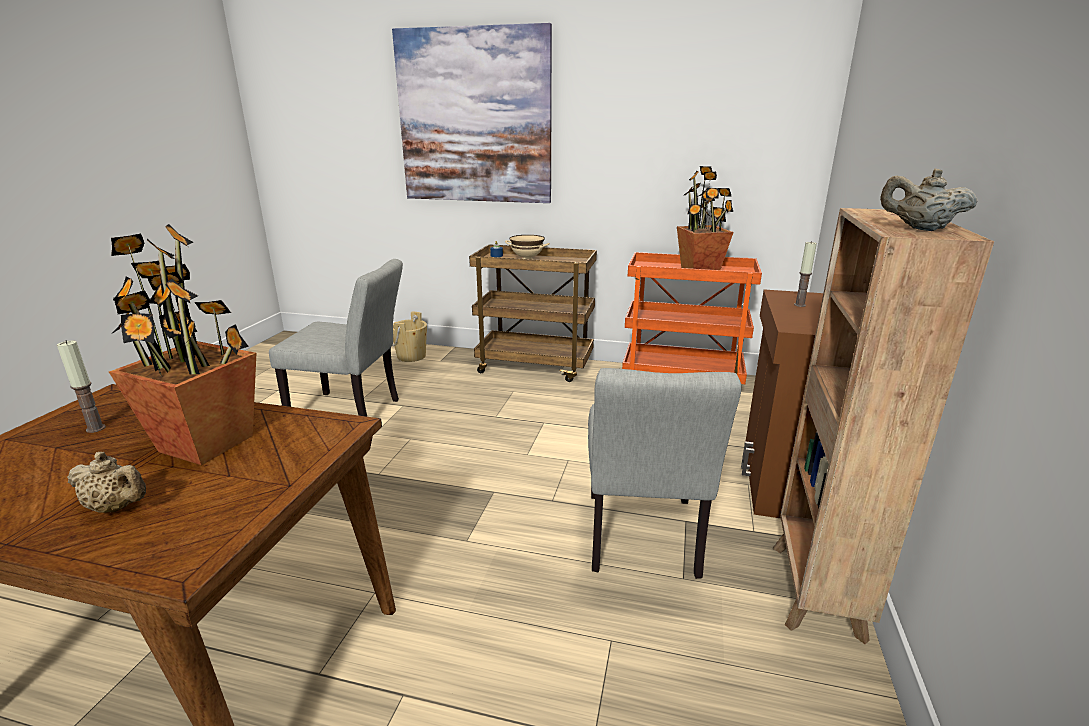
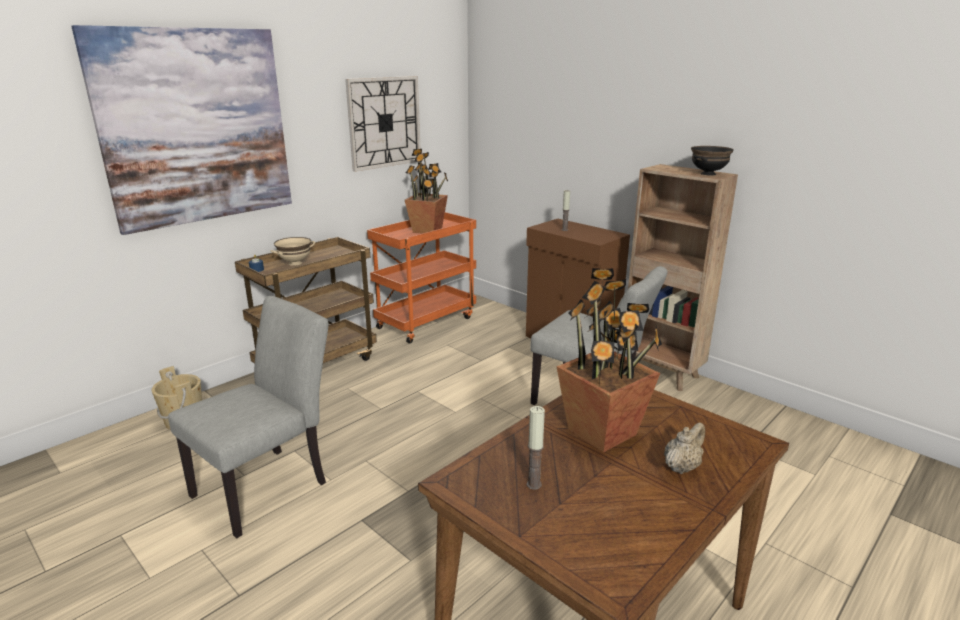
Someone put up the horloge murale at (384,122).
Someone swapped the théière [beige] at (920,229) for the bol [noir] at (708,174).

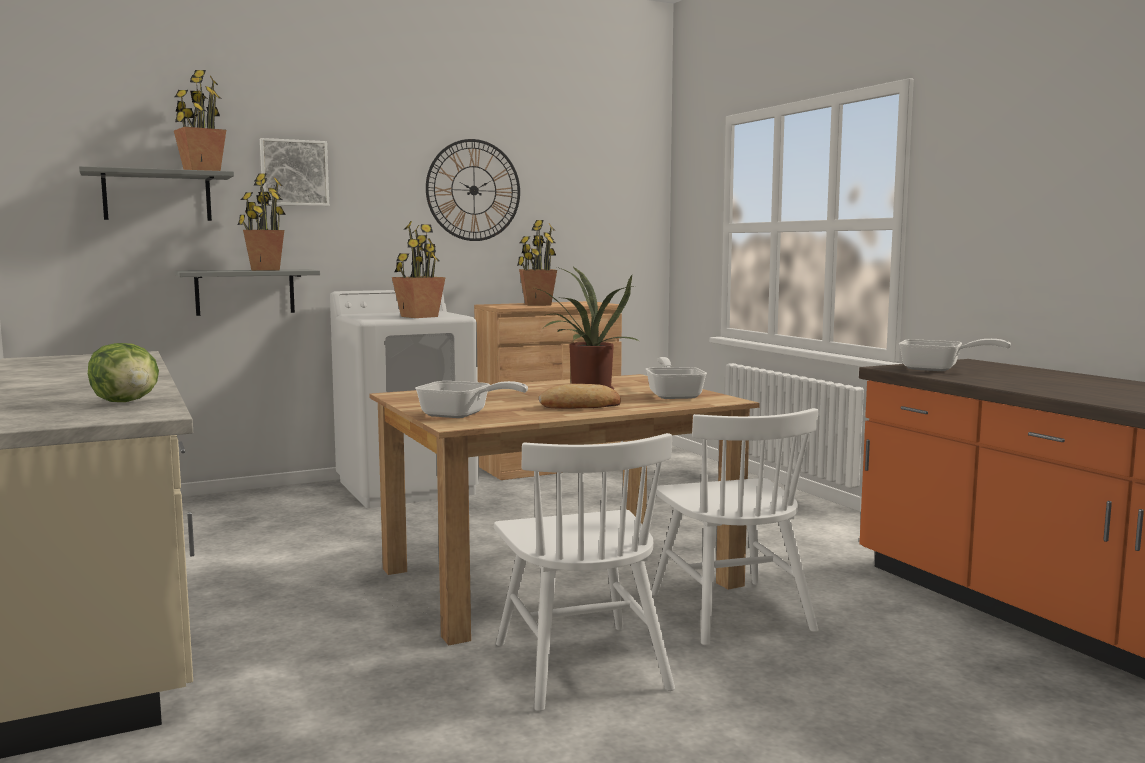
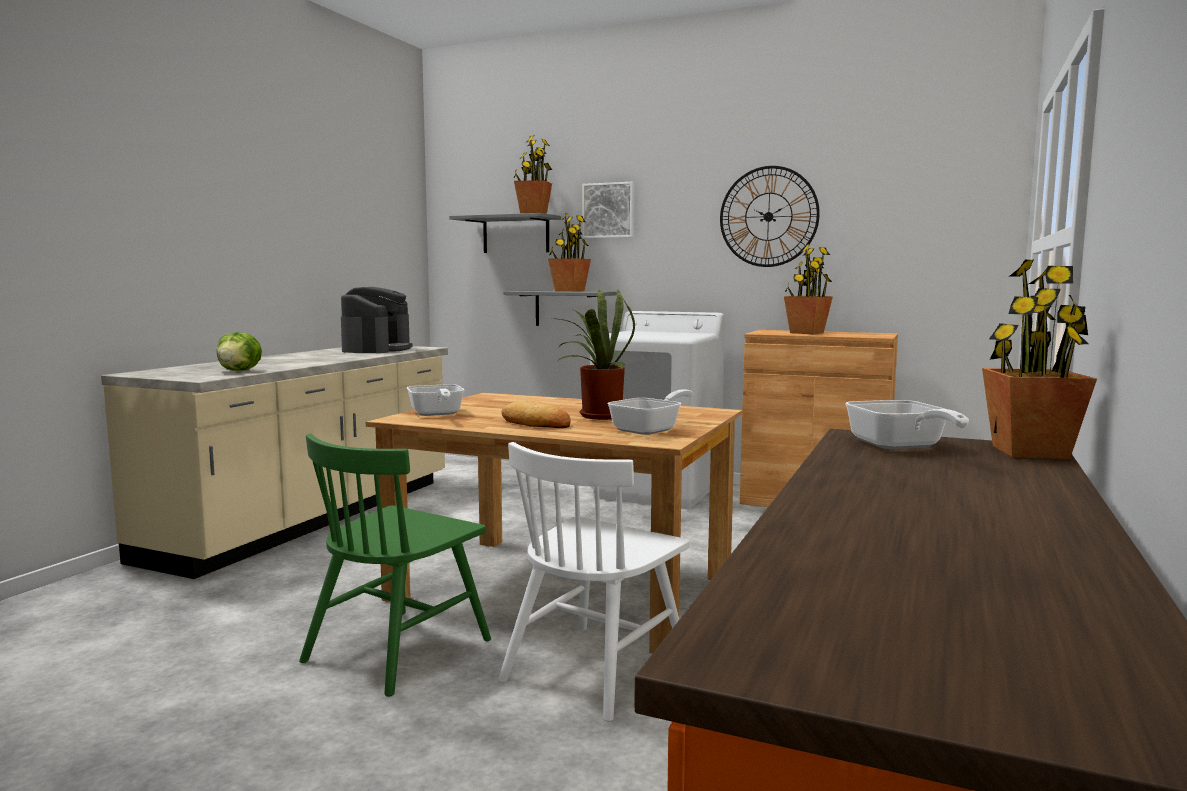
Someone put down the machine à café at (377,349).
Someone carried the plante en pot from (419,316) to (1029,452).
Someone repainted the chaise [blanc] at (581,665), which became the chaise [vert] at (398,650).

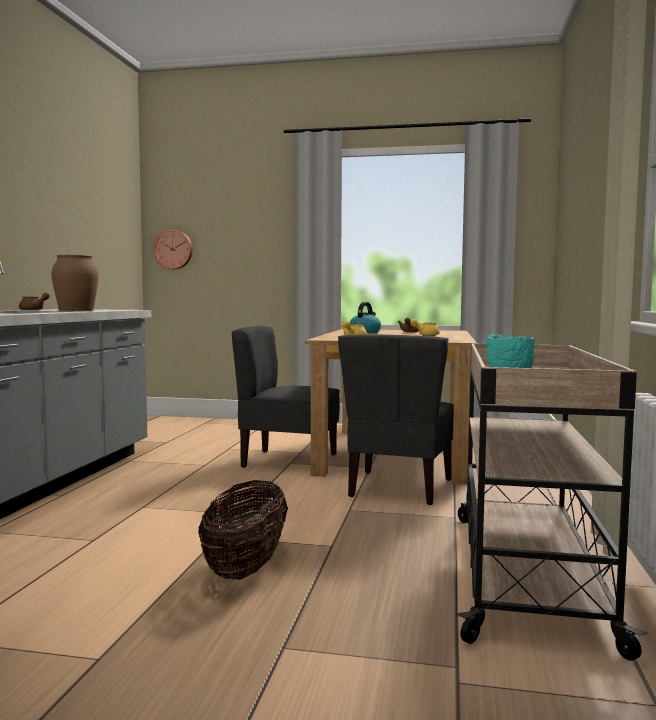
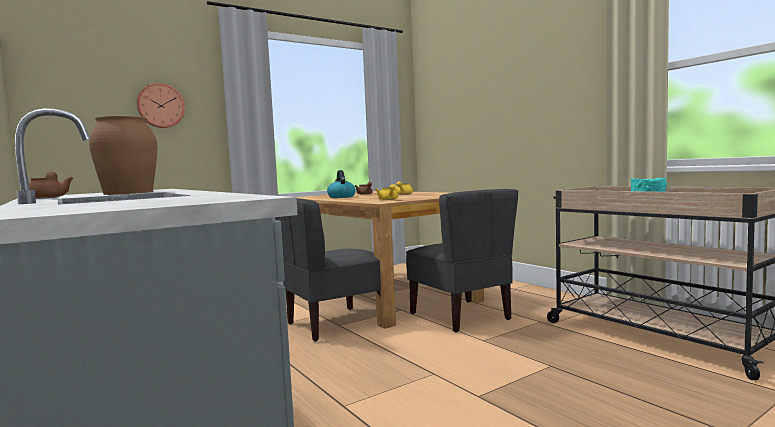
Someone took away the panier at (245,568).
Someone carried the horloge murale from (174,249) to (160,106).

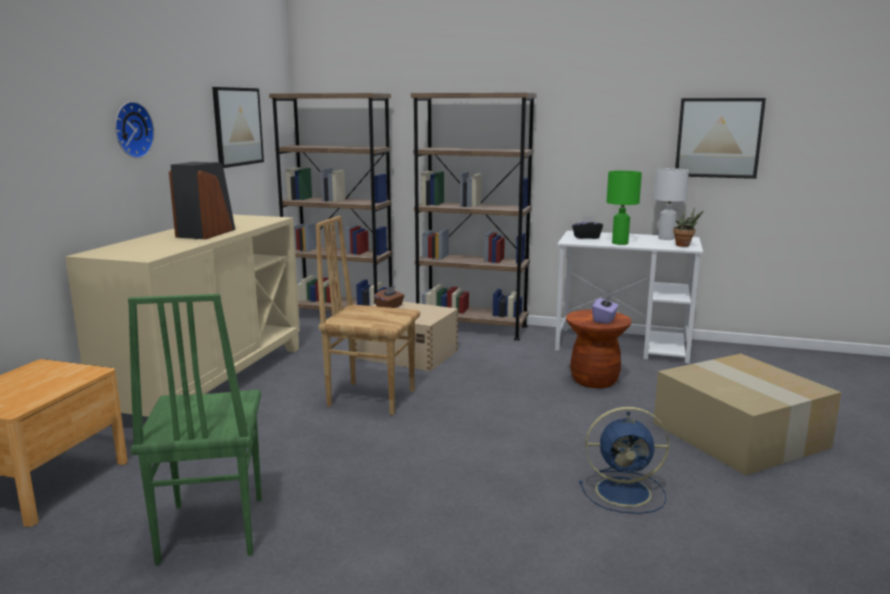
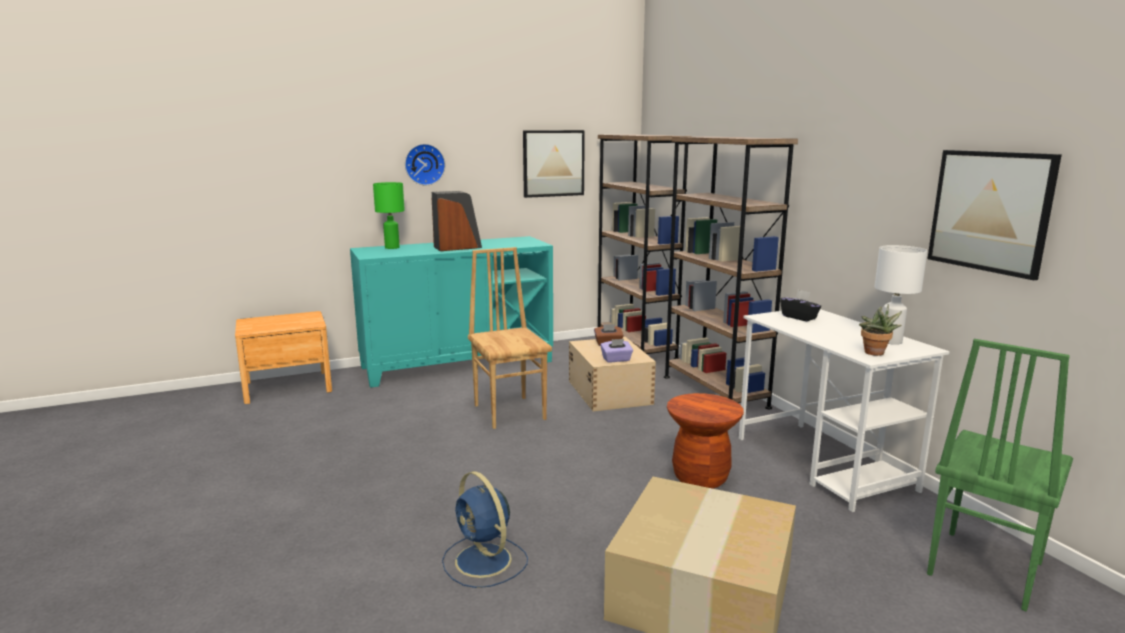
Someone carried the chaise [vert] from (210,530) to (982,568).
Someone carried the boîte à mouchoirs [violet] from (604,319) to (616,360).
Someone carried the lampe de table [vert] from (620,243) to (392,247).
Someone repainted the meuble de rangement [beige] at (209,382), which became the meuble de rangement [turquoise] at (457,364).

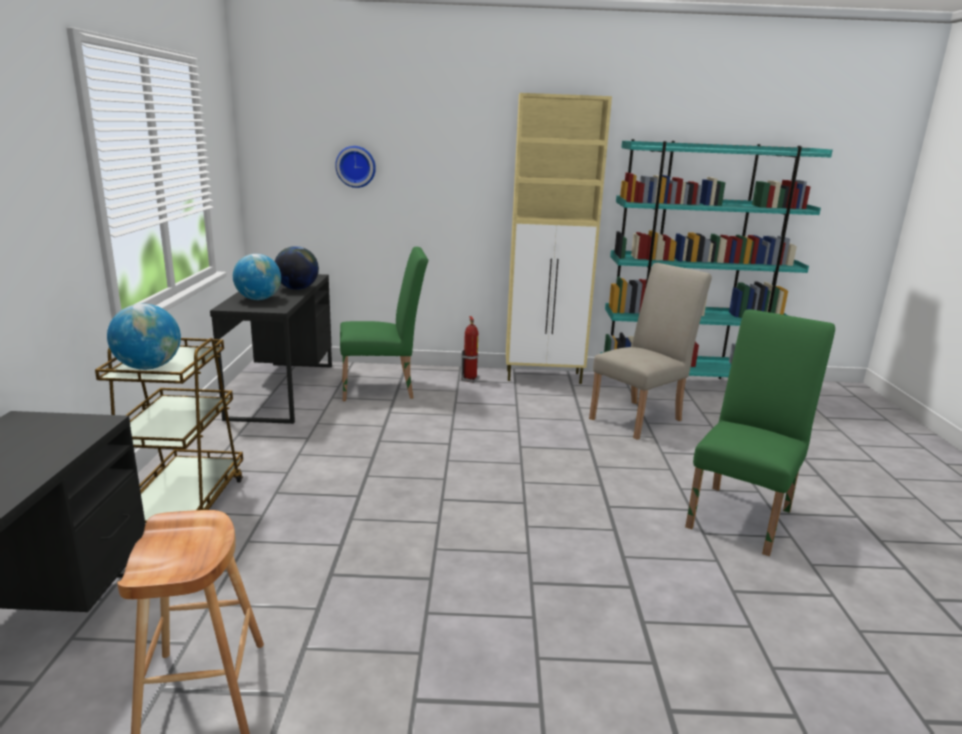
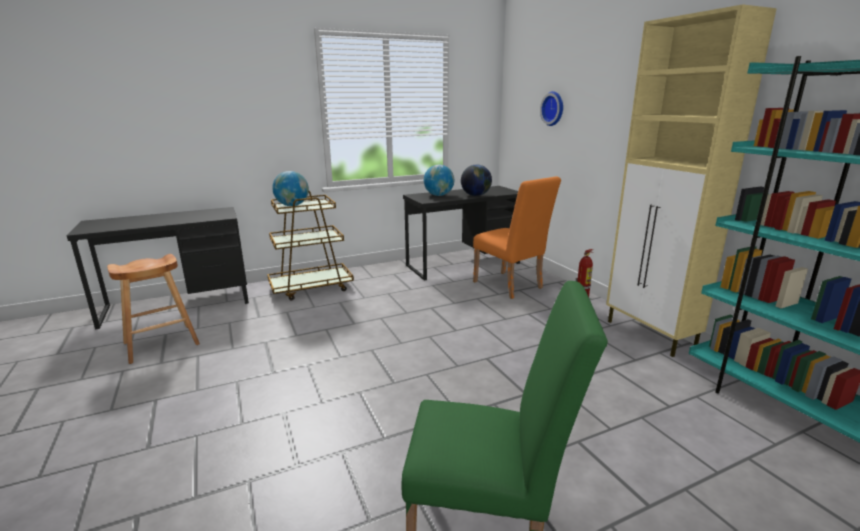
Someone took away the chaise [beige] at (640,418).
Someone repainted the chaise [vert] at (384,389), which became the chaise [orange] at (510,286).

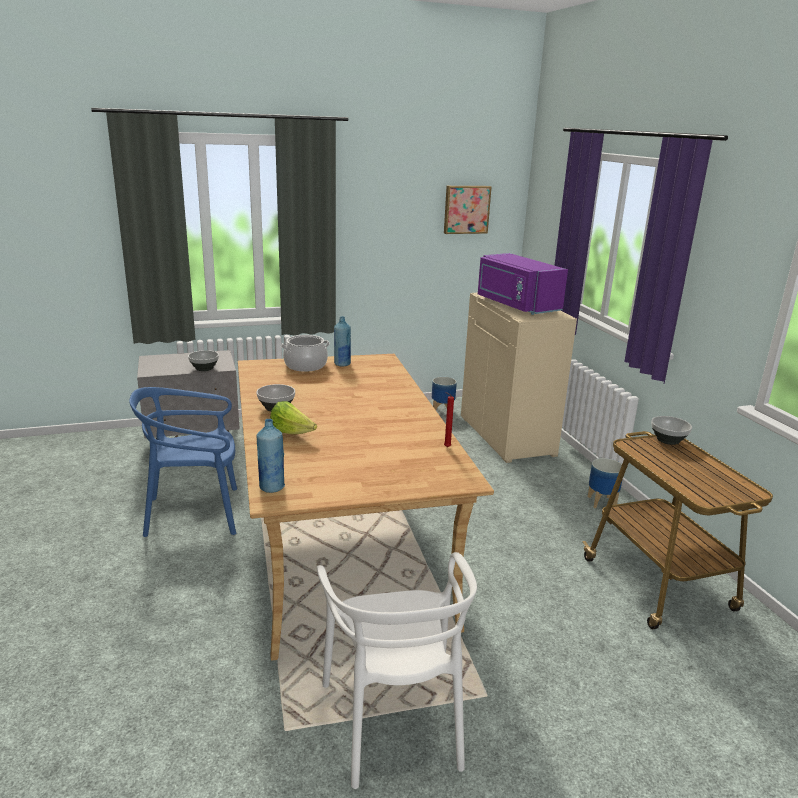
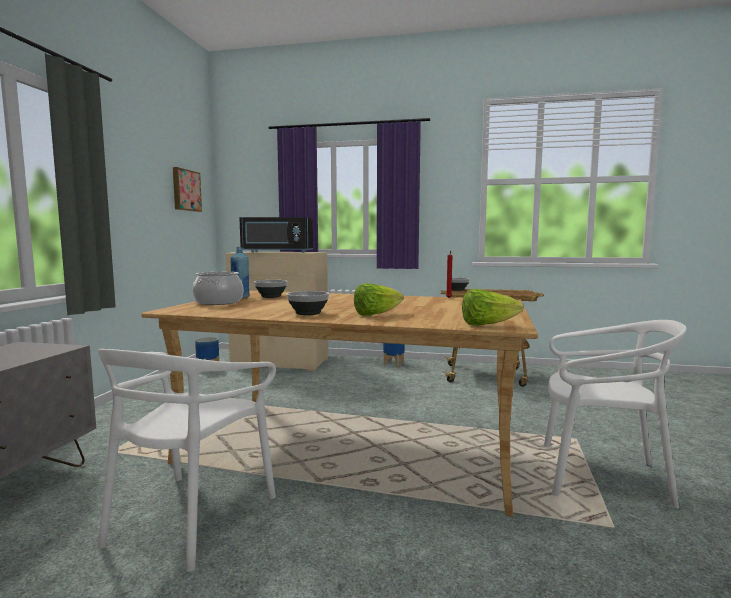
Someone carried the bol from (204,368) to (270,296).
Someone swapped the bouteille [bleu] at (271,487) for the laitue at (487,325).
Someone repainted the chaise [bleu] at (194,513), which became the chaise [blanc] at (191,517).
Someone repainted the micro-ondes [violet] at (515,305), which became the micro-ondes [noir] at (277,252).

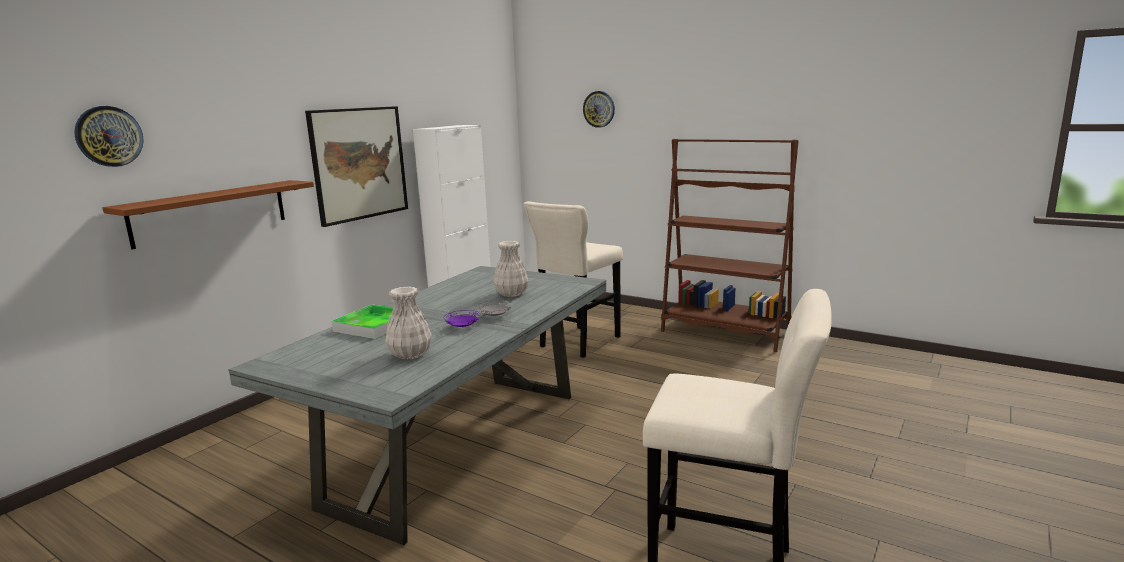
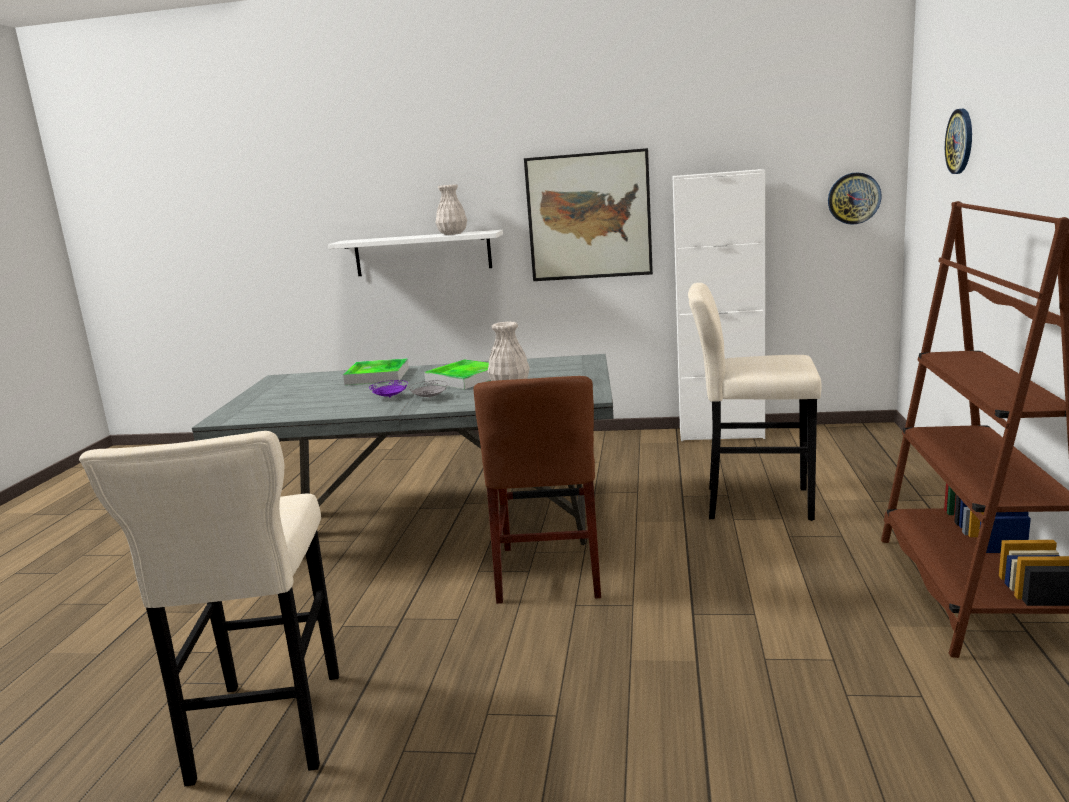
Someone put down the plateau at (464,379).
Someone put down the chaise [marron] at (549,571).
Someone carried the horloge murale from (109,136) to (854,198).
Someone carried the vase [blanc] from (411,354) to (452,234).
Someone repainted the étagère [marron] at (211,212), which became the étagère [blanc] at (422,253).

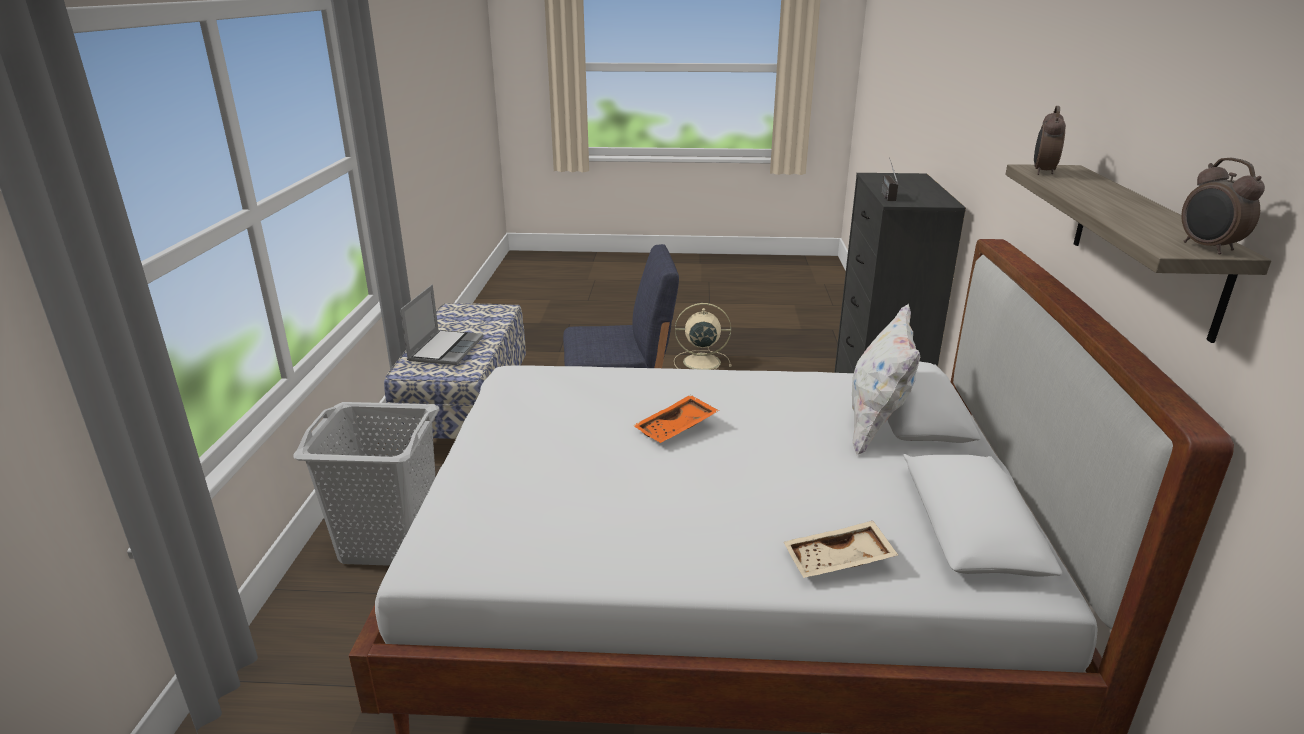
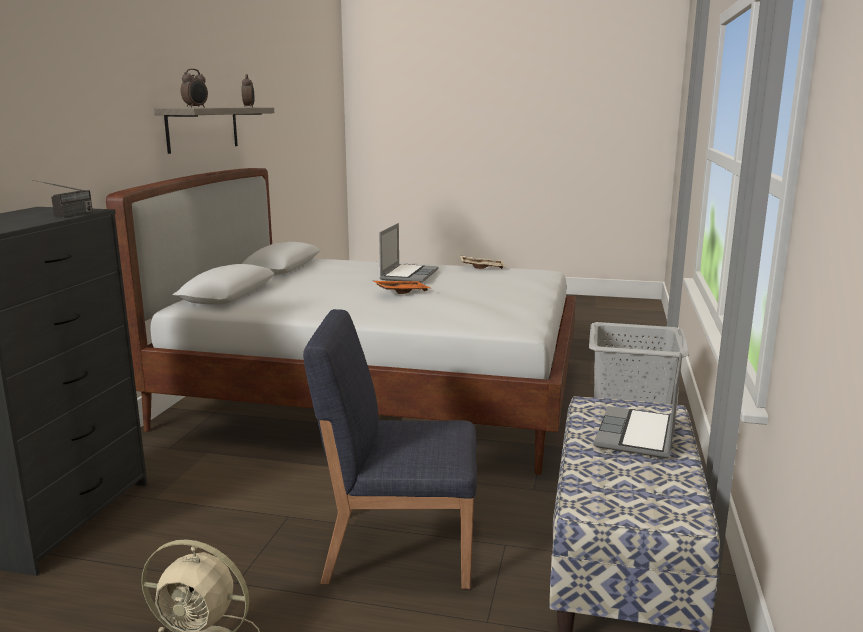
Someone took away the coussin [blanc] at (876,426).
Someone put down the ordinateur portable at (408,275).
Someone carried the plateau [beige] from (838,561) to (482,267).

